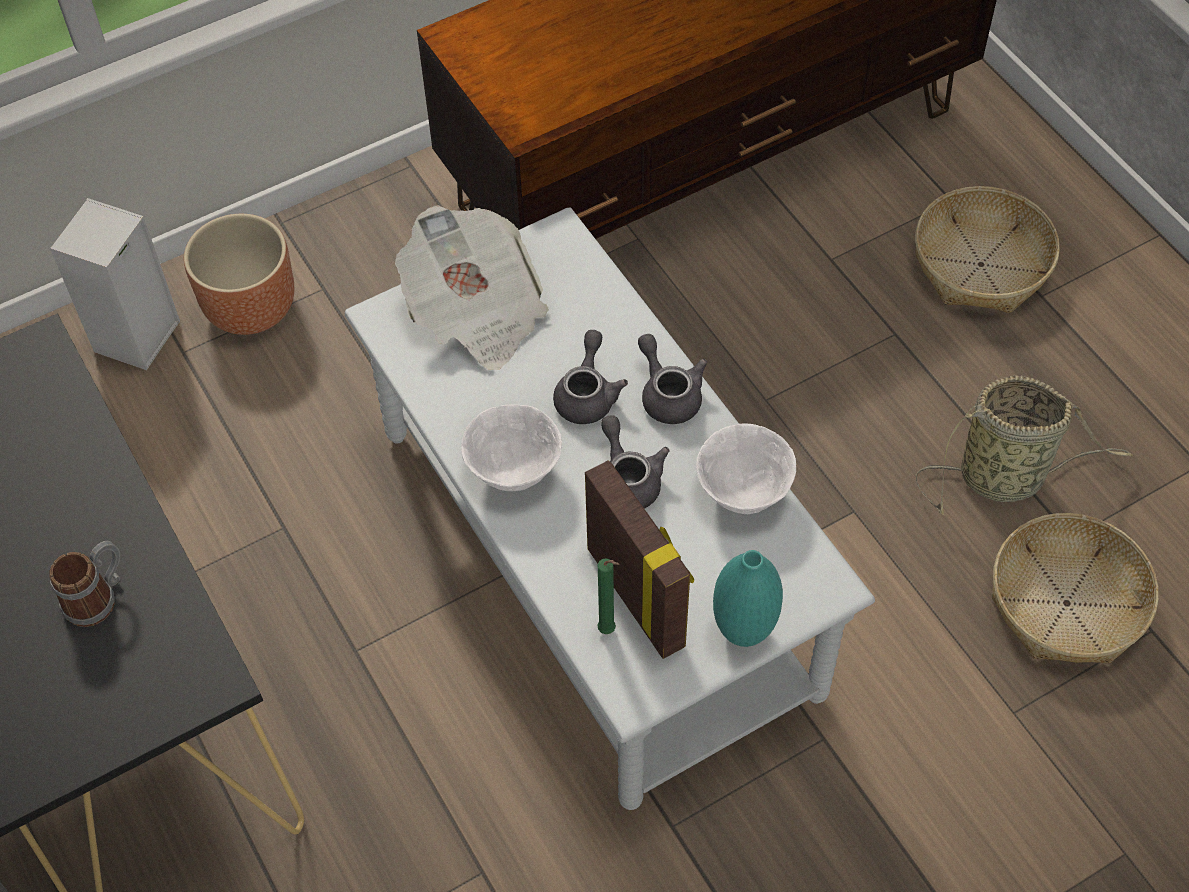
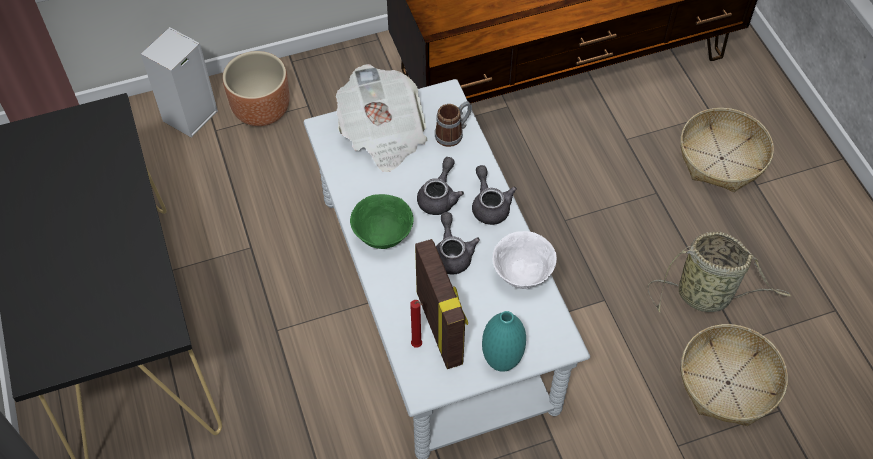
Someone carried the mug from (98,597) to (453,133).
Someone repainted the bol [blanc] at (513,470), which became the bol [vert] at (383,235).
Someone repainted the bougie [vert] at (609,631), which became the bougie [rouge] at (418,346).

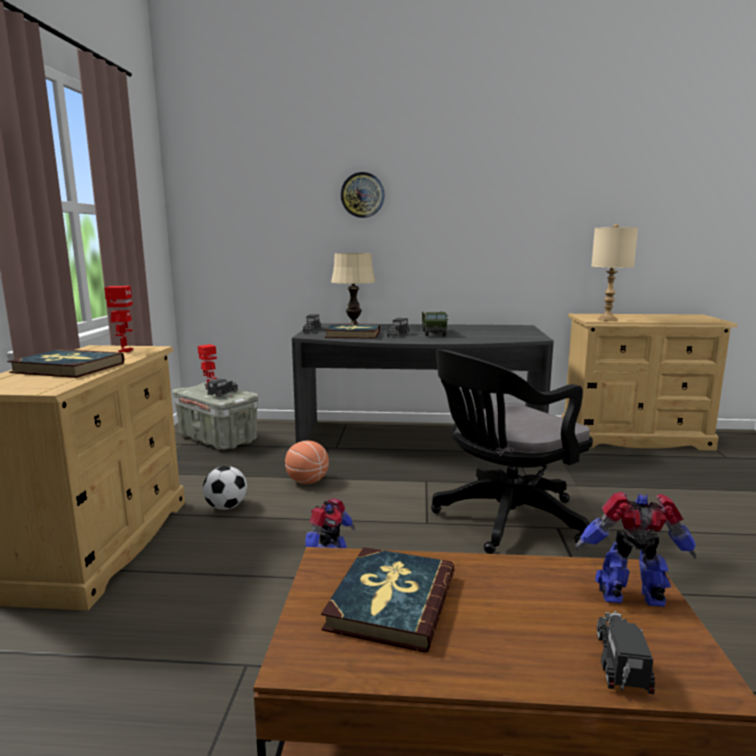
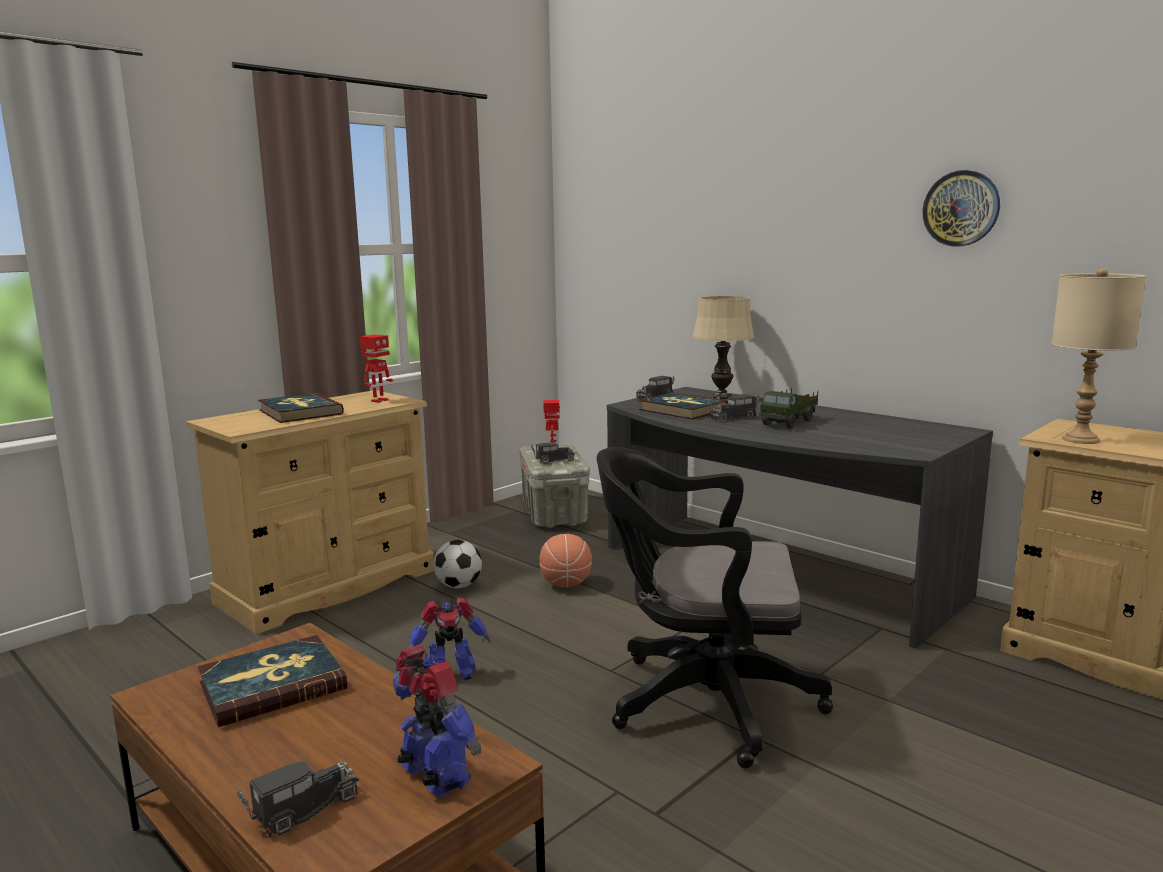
Someone carried the horloge murale from (362,195) to (961,208).

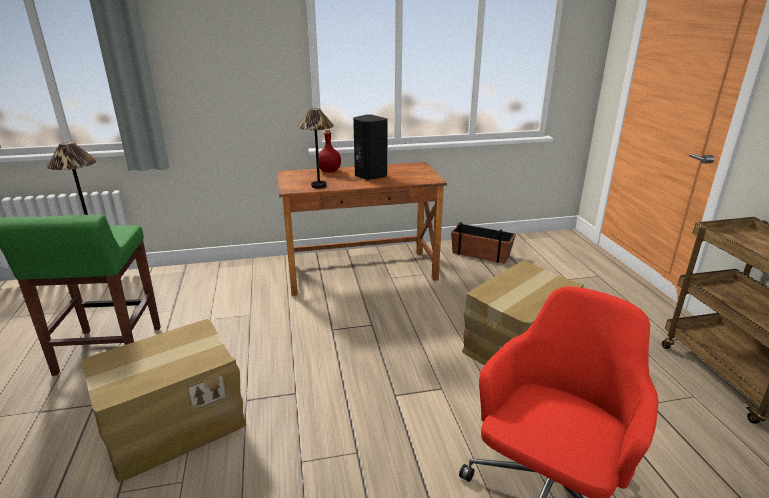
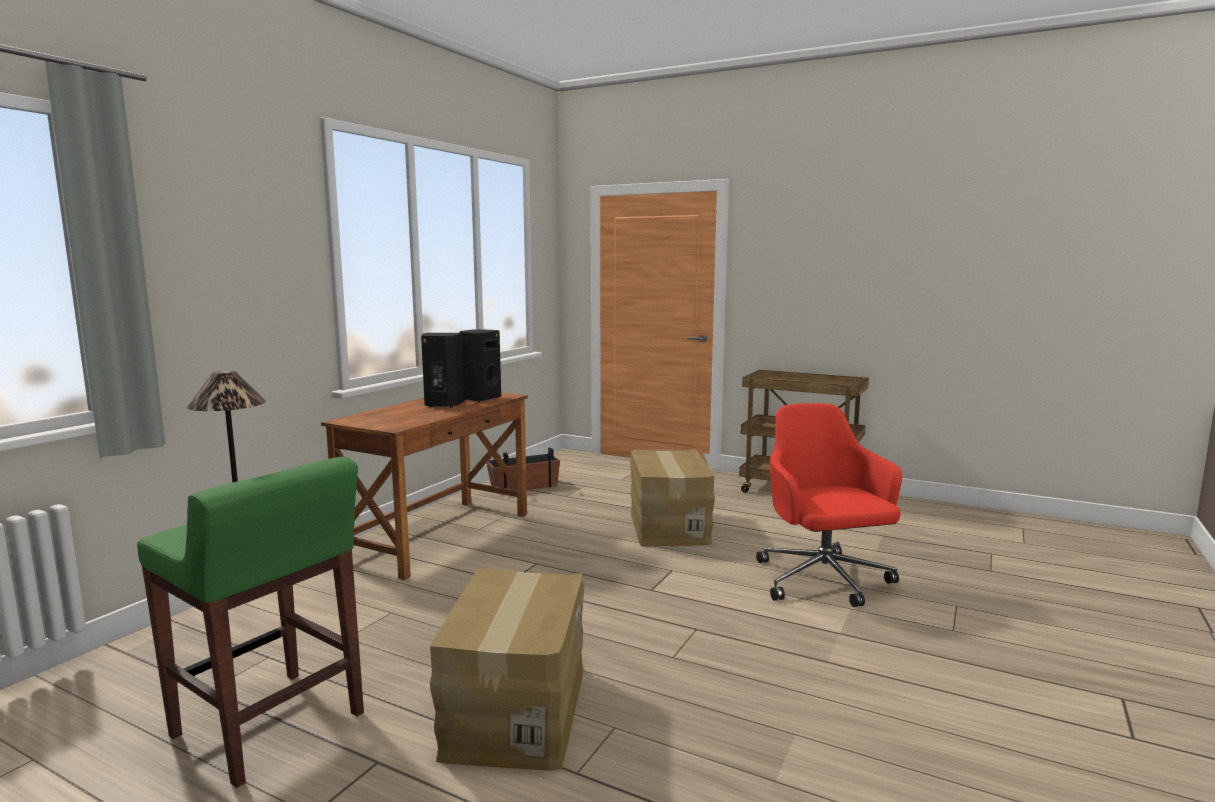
Someone took away the lampe de table at (319,186).
Someone took away the bouteille [rouge] at (329,171).
Someone put down the enceinte [noir] at (480,398).

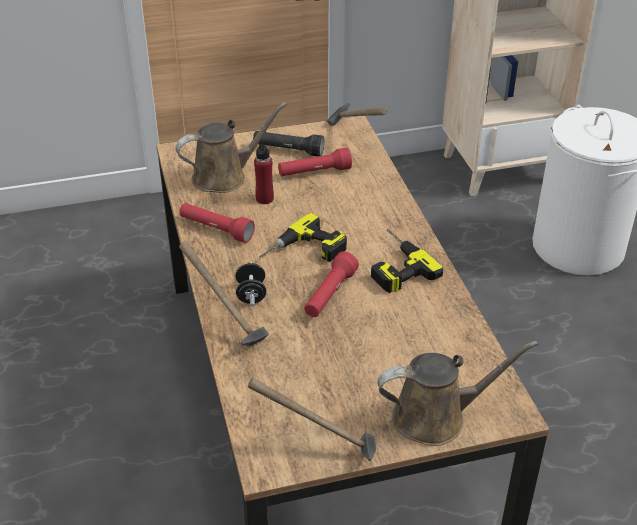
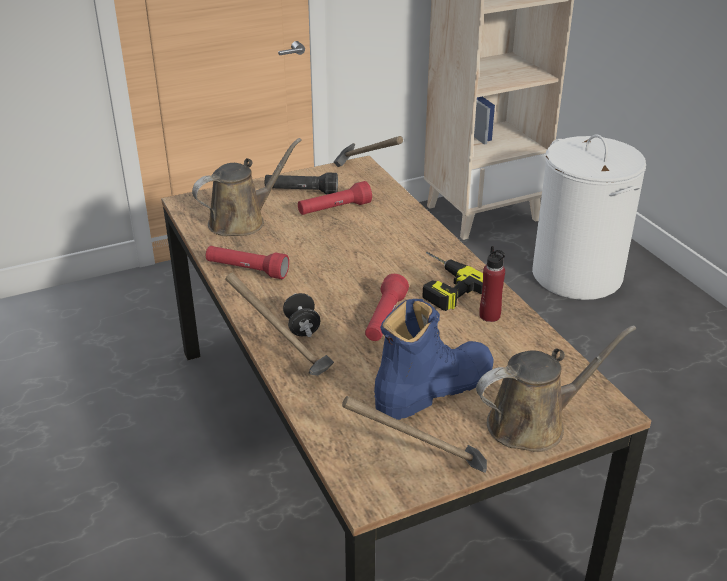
Someone took away the perceuse at (304,252).
Someone put down the botte [bleu] at (433,388).
Someone carried the bouteille [rouge] from (264,199) to (489,315).

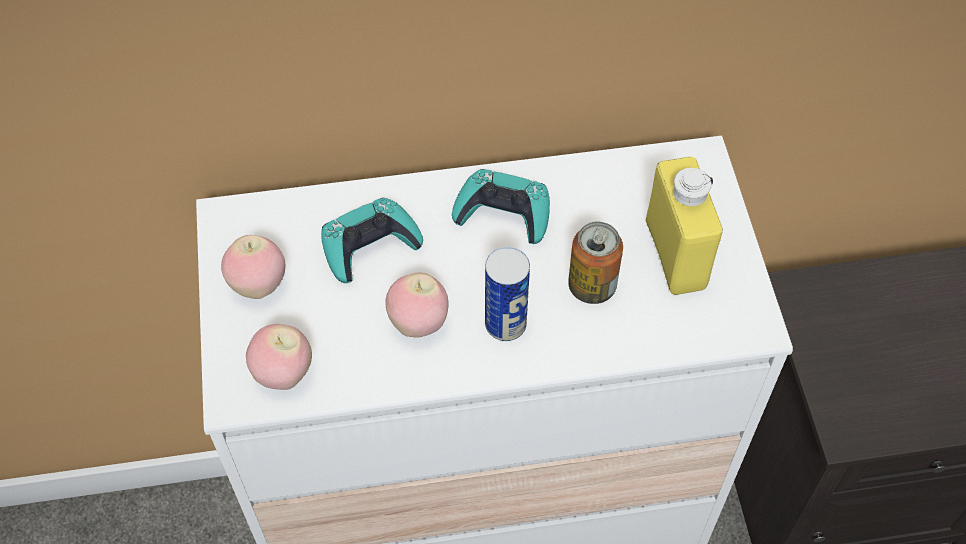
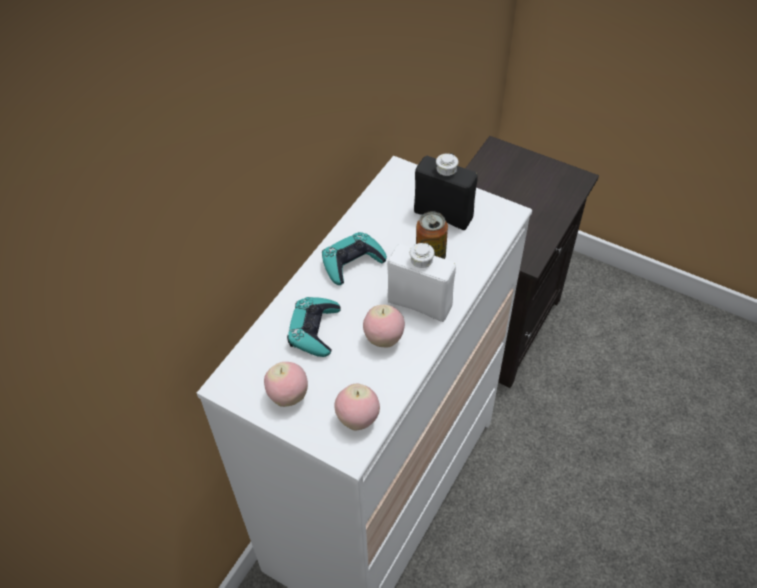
Someone swapped the boîte métallique at (505,324) for the bouteille [blanc] at (419,304).
Someone repainted the bouteille [jaune] at (675,254), which became the bouteille [noir] at (443,215).

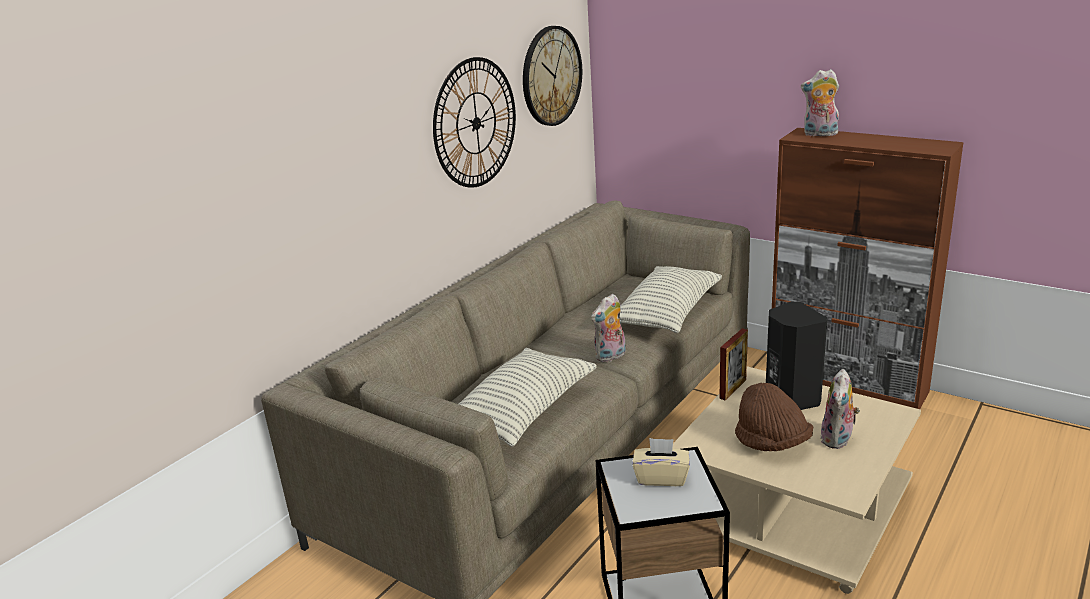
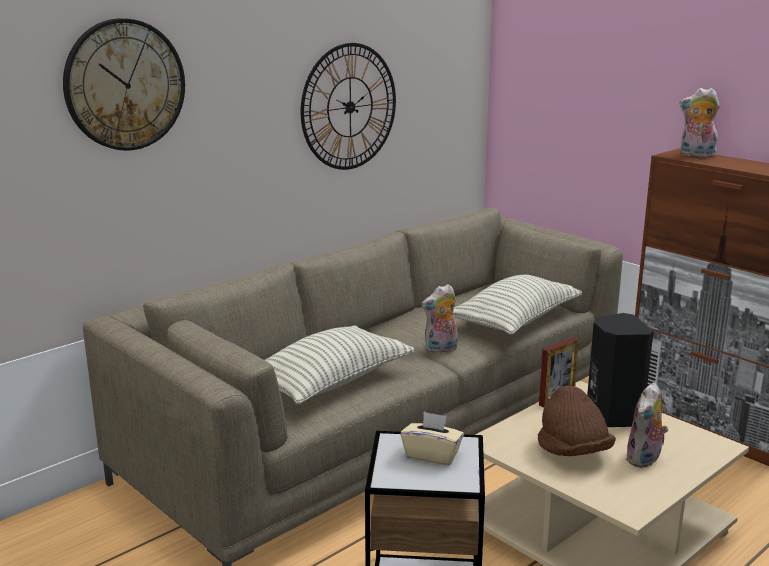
Someone carried the horloge murale from (551,76) to (125,85).

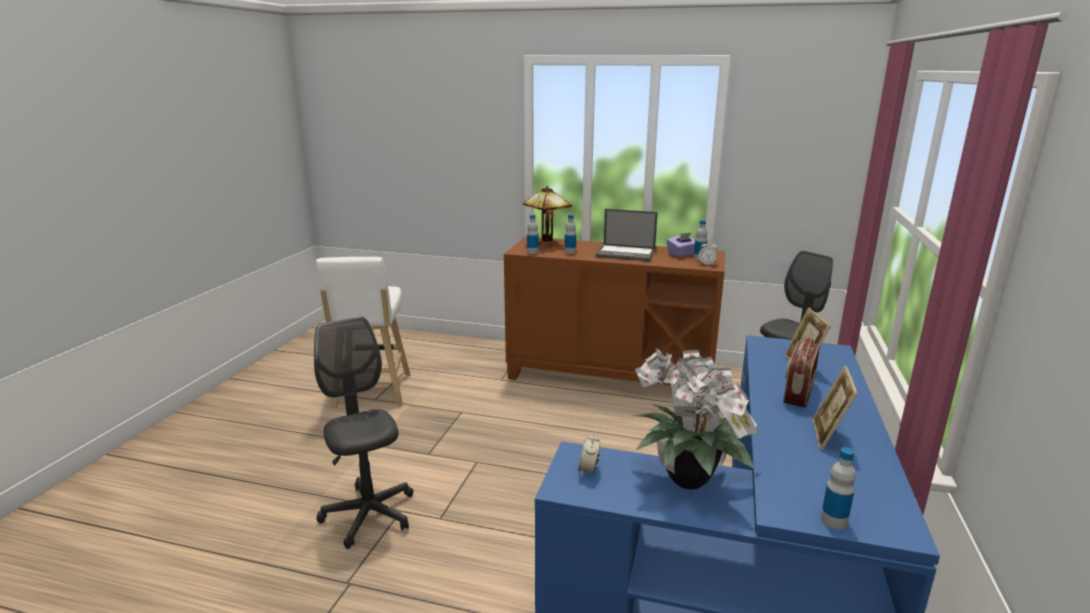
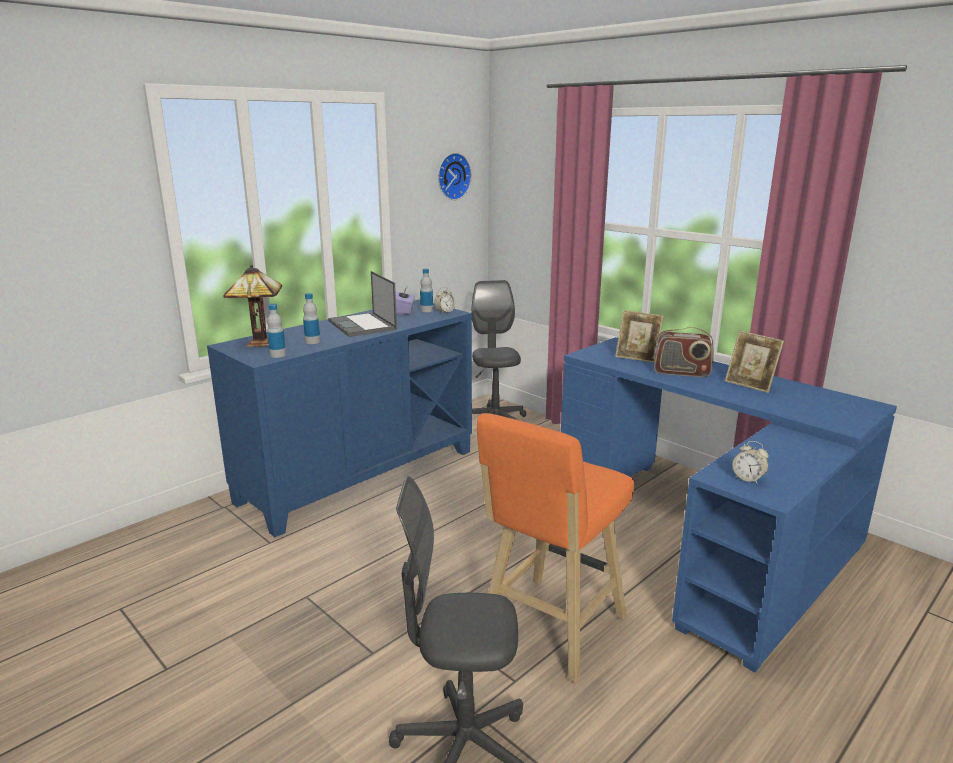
Someone took away the tabouret [blanc] at (372,393).
Someone took away the plante en pot at (690,483).
Someone took away the bouteille at (833,521).
Someone put up the horloge murale at (452,176).
Someone put down the tabouret [orange] at (549,630).
Someone repainted the meuble de rangement [marron] at (610,376), which became the meuble de rangement [bleu] at (359,475).
Someone rotated the ordinateur portable at (626,253) by 105 degrees clockwise.
Someone rotated the radio at (798,393) by 45 degrees counterclockwise.

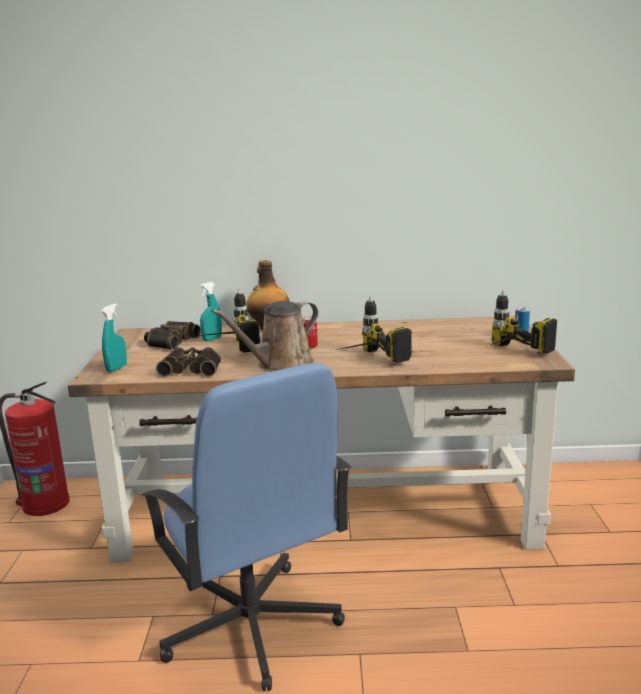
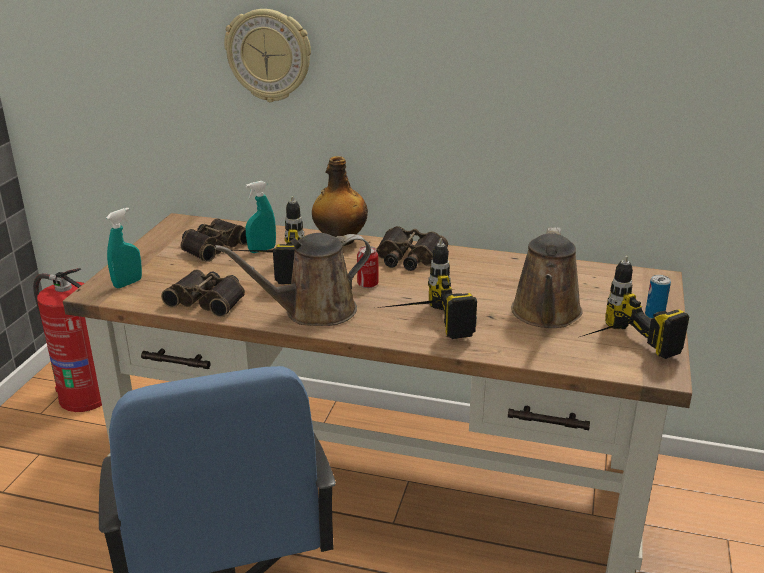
Someone put up the horloge murale at (269,55).
Someone put down the jumelles at (408,257).
Someone put down the arrosoir [marron] at (546,314).

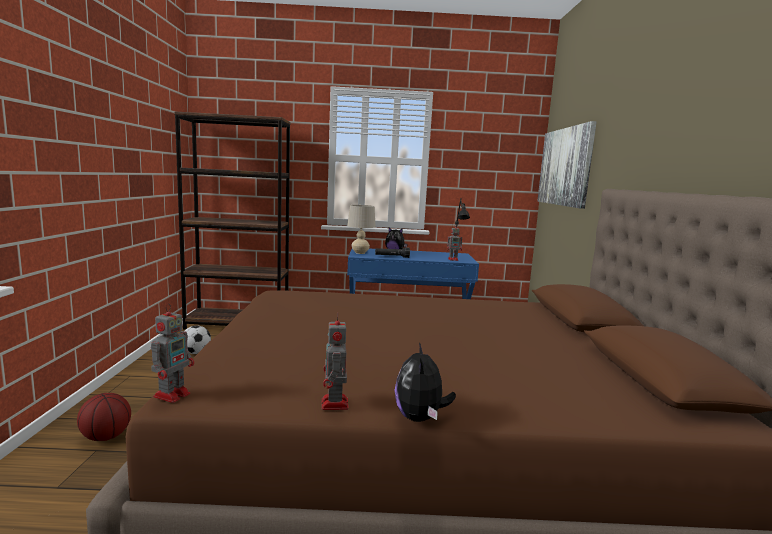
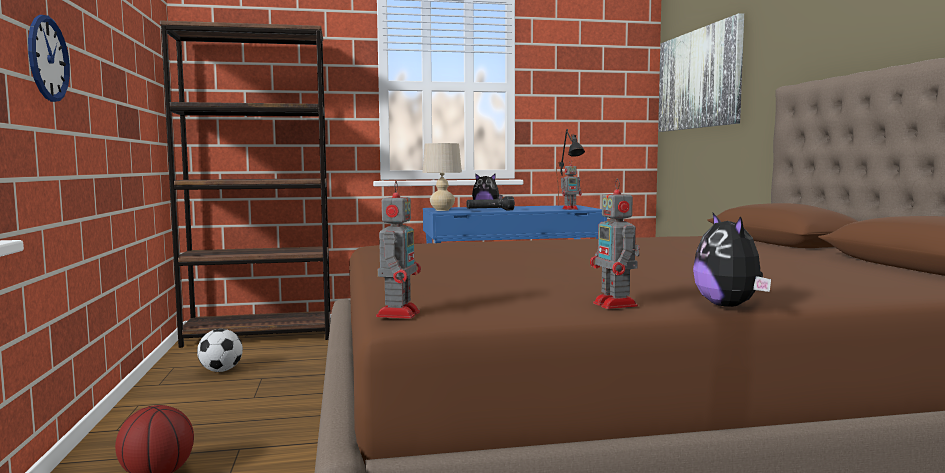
Someone put up the horloge murale at (48,58).

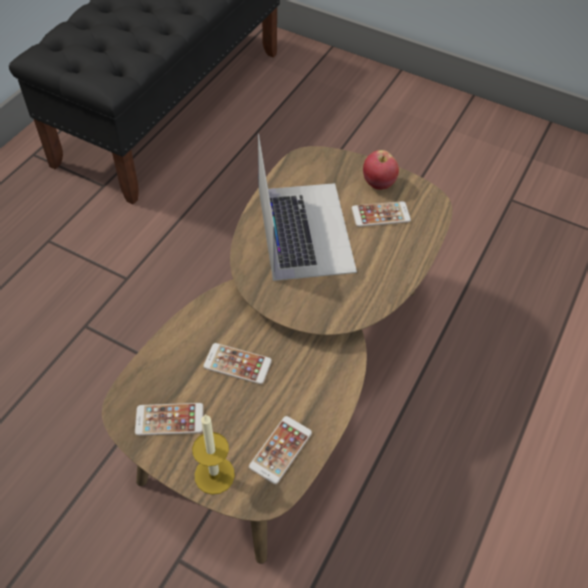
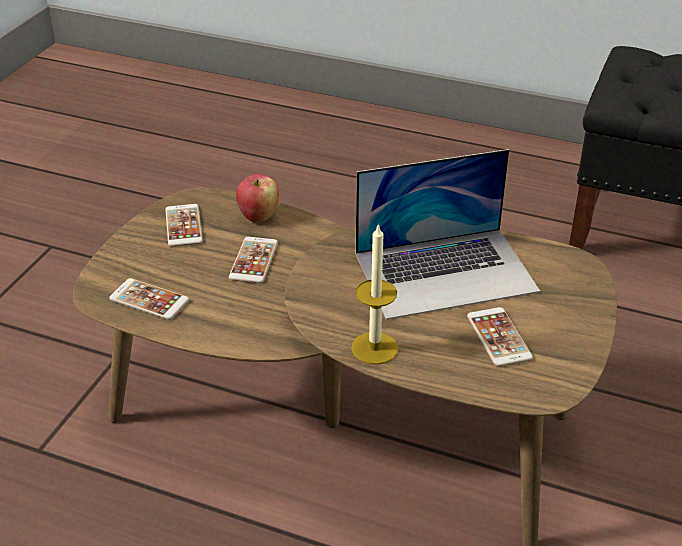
Someone carried the bougie from (214,475) to (374,348).
Someone carried the pomme from (378,183) to (258,216).

